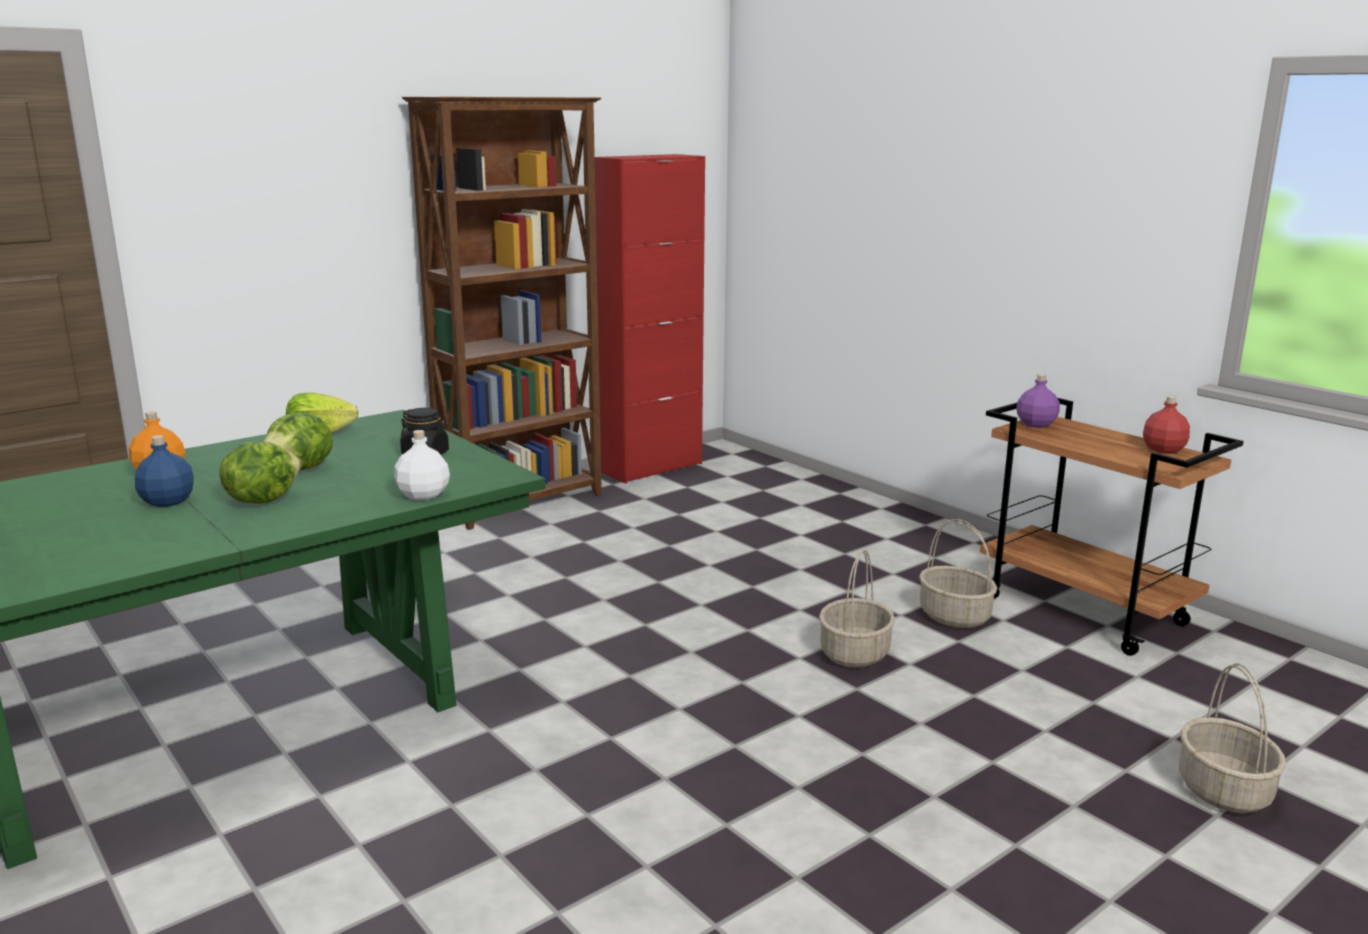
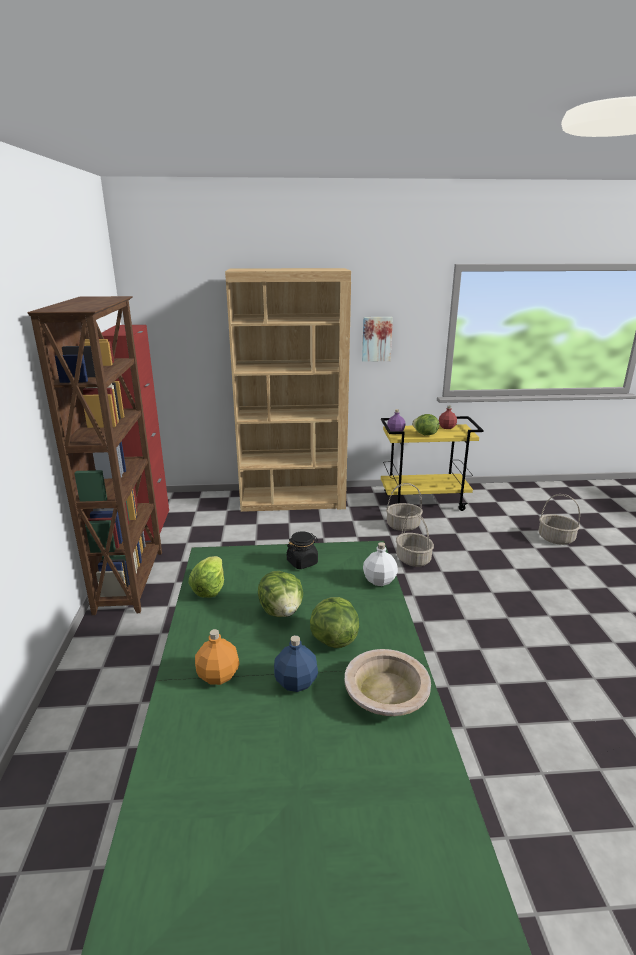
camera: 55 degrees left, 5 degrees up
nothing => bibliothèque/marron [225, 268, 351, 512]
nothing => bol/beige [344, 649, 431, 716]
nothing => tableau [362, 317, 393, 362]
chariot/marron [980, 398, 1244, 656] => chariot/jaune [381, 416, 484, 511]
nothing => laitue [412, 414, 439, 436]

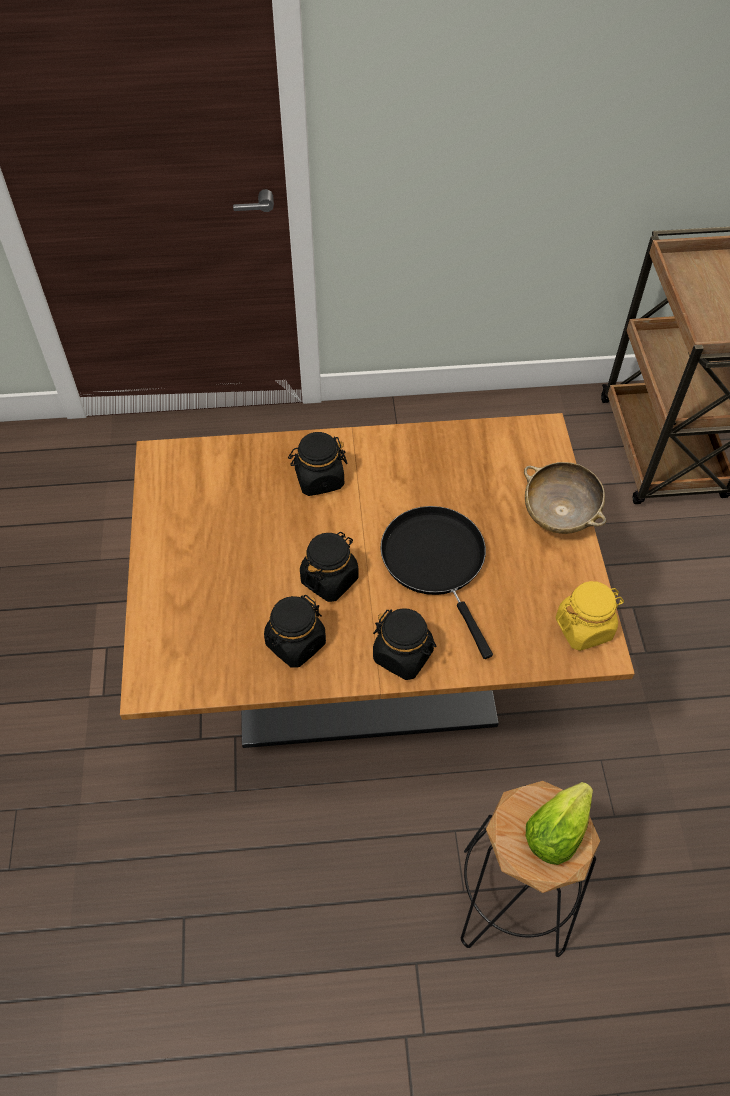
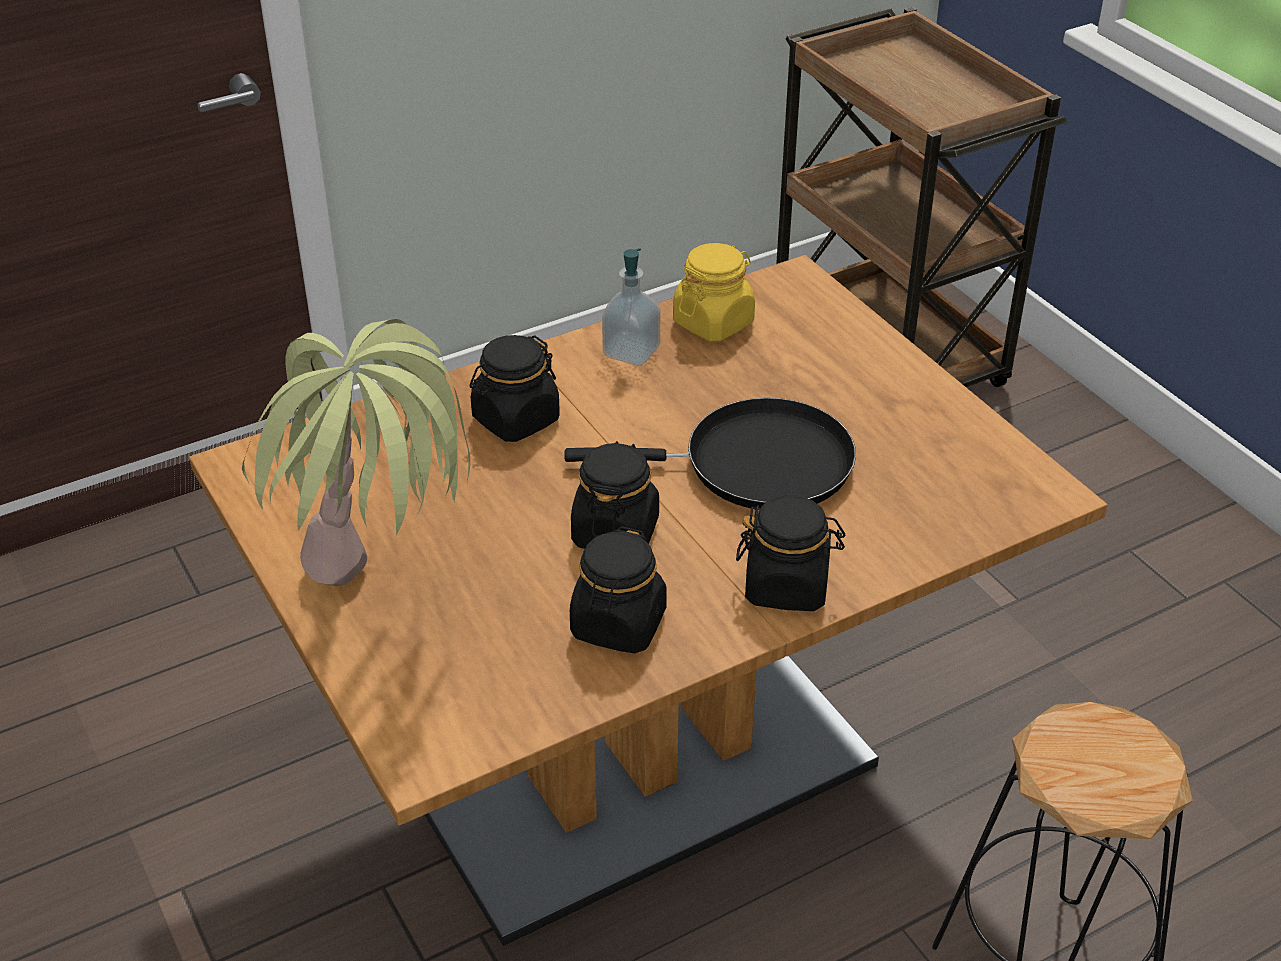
camera: 25 degrees left, 15 degrees down
nothing => plante en pot [242, 319, 470, 586]
poêle/noir [380, 506, 493, 659] => poêle/noir [564, 398, 856, 508], 135 degrees clockwise
nothing => distributeur de savon [602, 248, 660, 365]
bocal/jaune [555, 581, 624, 651] => bocal/jaune [673, 243, 755, 341], moved
bol/beige [524, 462, 607, 534] => nothing
laitue [526, 782, 593, 865] => nothing

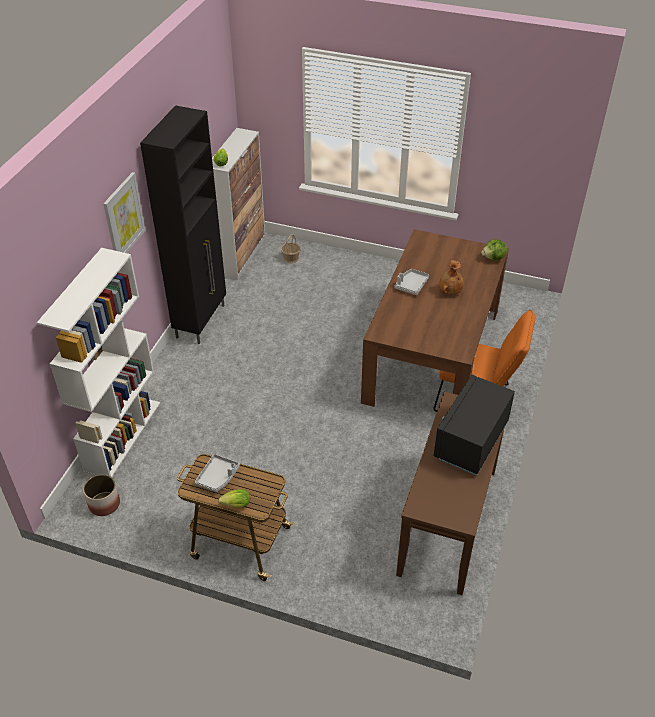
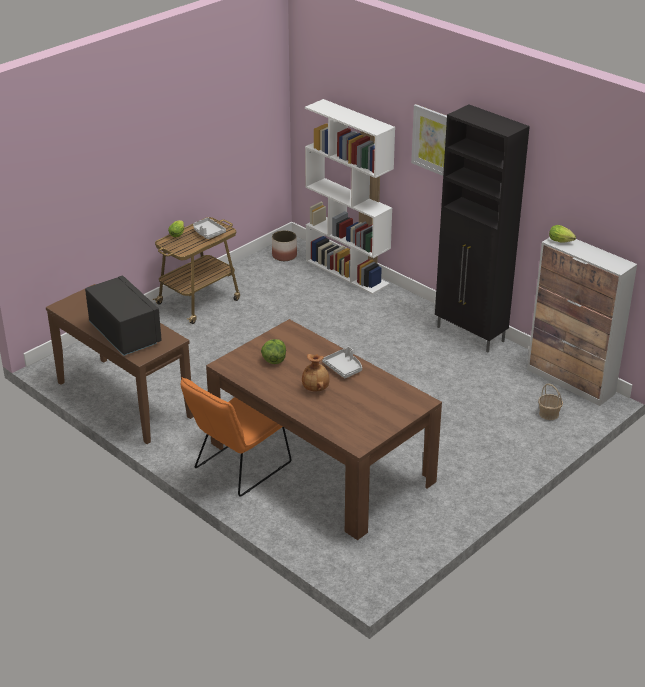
camera: 115 degrees right, 10 degrees down
laitue [481, 239, 507, 261] => laitue [261, 339, 286, 364], moved

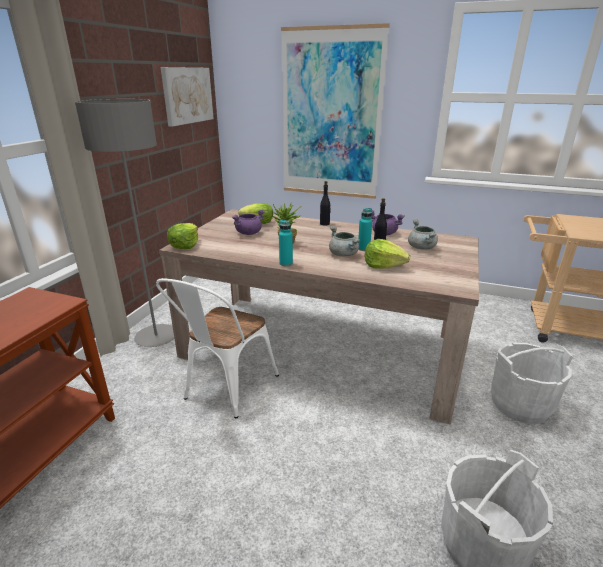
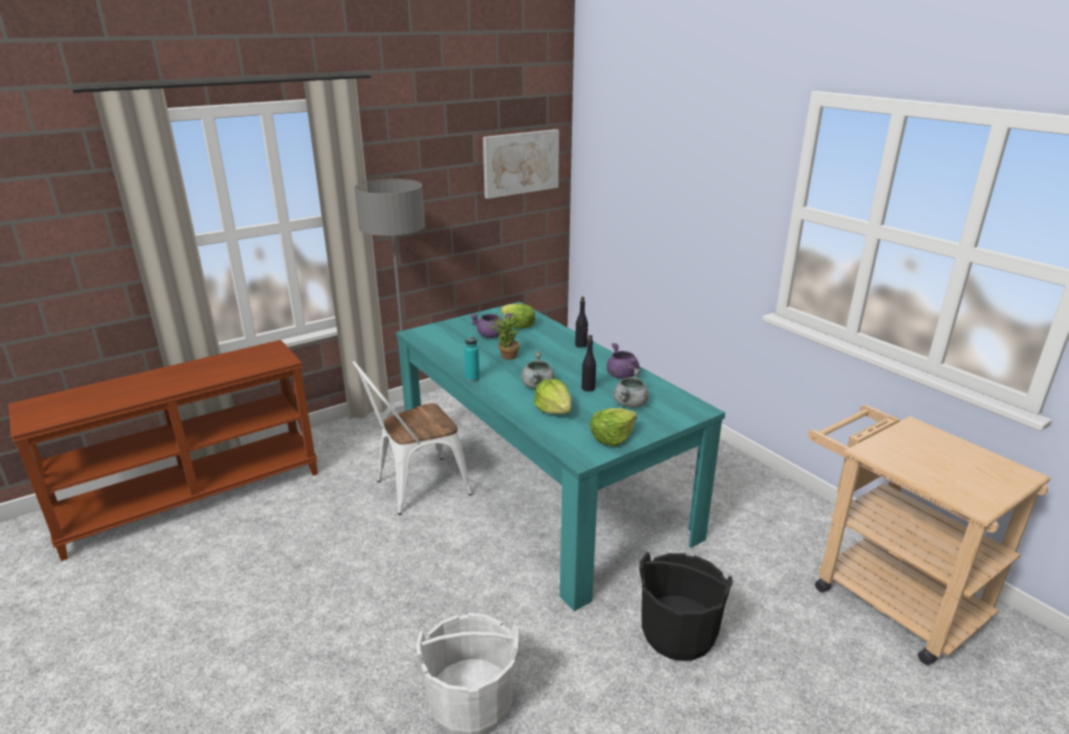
camera: 35 degrees right, 0 degrees up
table à manger/beige [159, 209, 479, 424] => table à manger/turquoise [396, 302, 725, 611]
laitue [167, 223, 198, 249] => laitue [590, 408, 637, 447], moved
seau/blanc [491, 343, 573, 424] => seau/noir [639, 553, 733, 661]
tableau [281, 23, 390, 199] => nothing
bouteille/turquoise [358, 208, 372, 251] => nothing

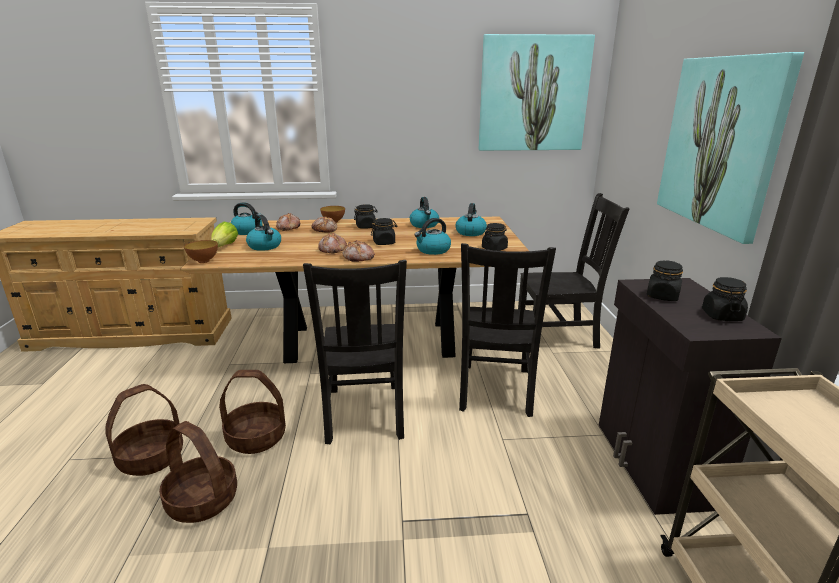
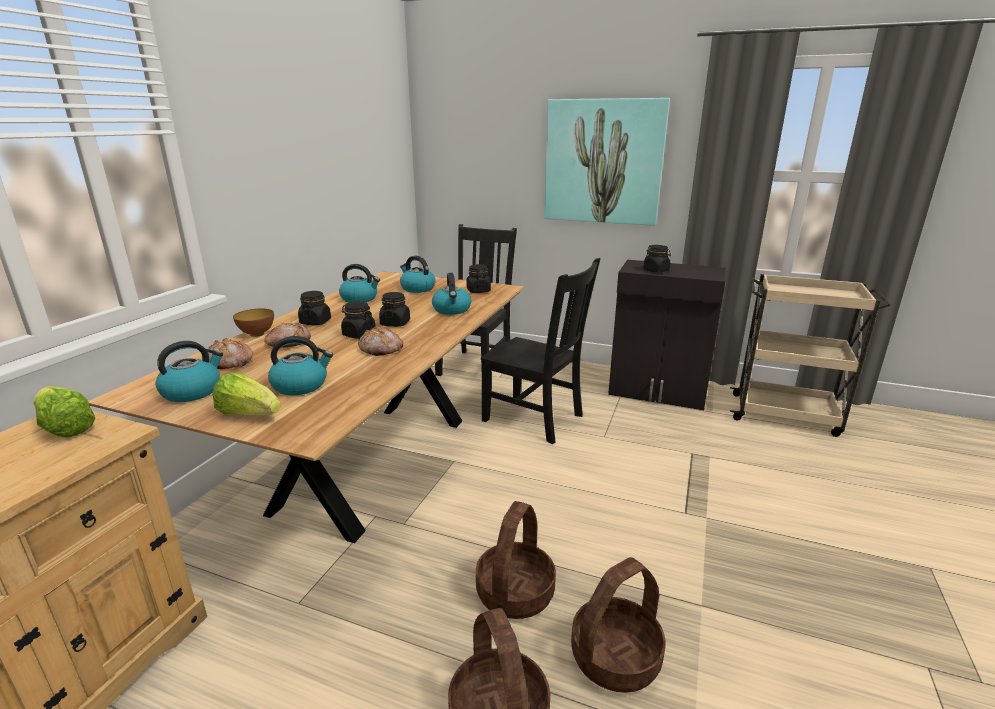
camera: 65 degrees left, 0 degrees up
nothing => laitue [33, 386, 95, 438]
bocal/noir [702, 277, 748, 321] => bocal/noir [341, 301, 376, 339], moved
bol [184, 240, 218, 263] => nothing
chaise/noir [303, 260, 407, 444] => nothing
pain [342, 240, 375, 262] => nothing
tableau [479, 34, 595, 151] => nothing

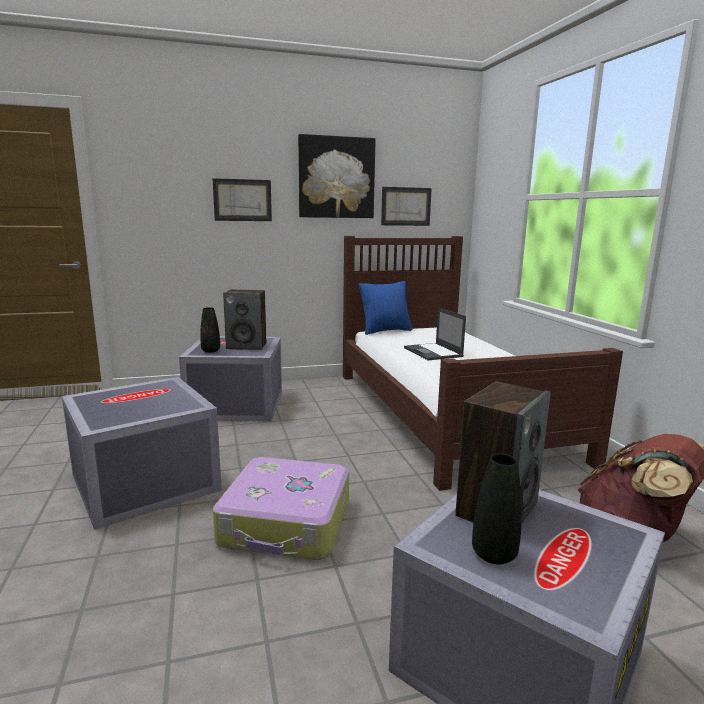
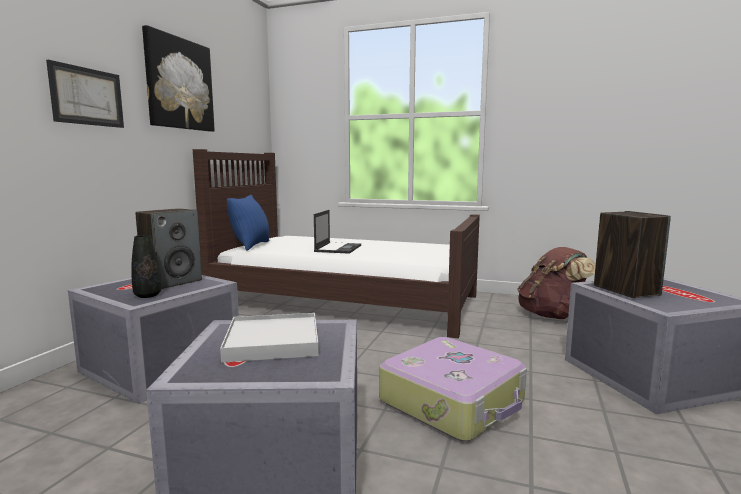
camera: 55 degrees left, 5 degrees down
nothing => plateau/blanc [220, 313, 319, 362]
ordinateur portable [404, 307, 466, 361] => ordinateur portable [314, 210, 361, 254], 90 degrees counterclockwise
tableau [381, 187, 432, 226] => nothing
vase/noir [472, 454, 522, 565] => nothing

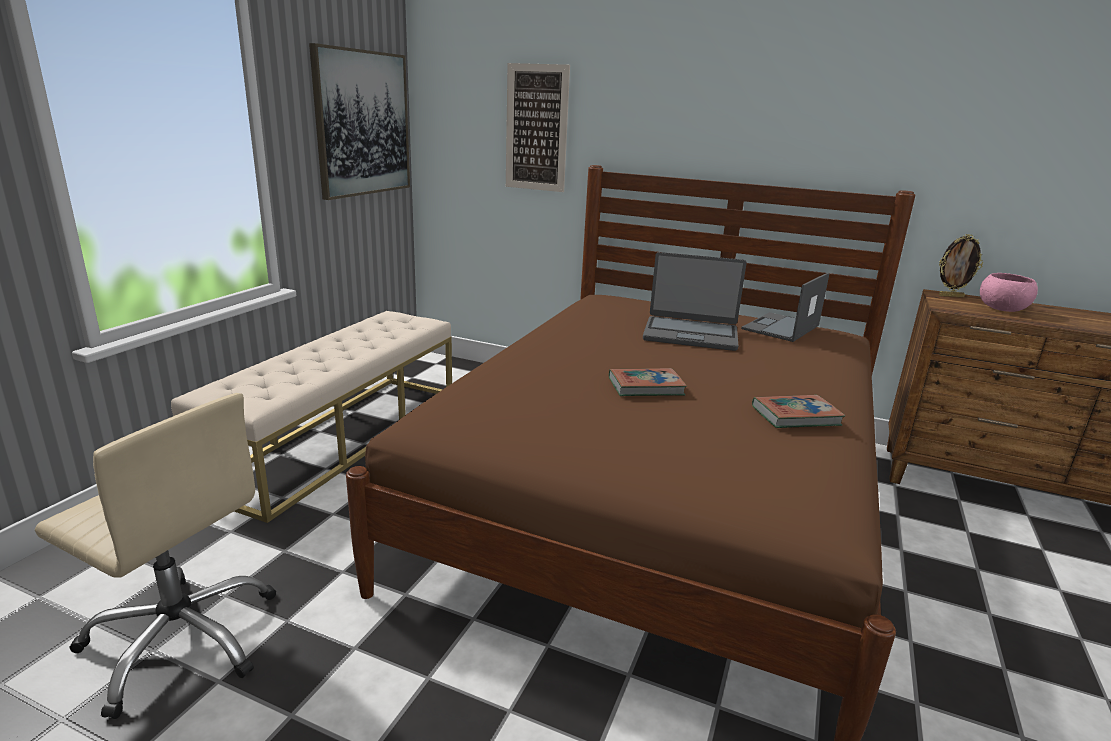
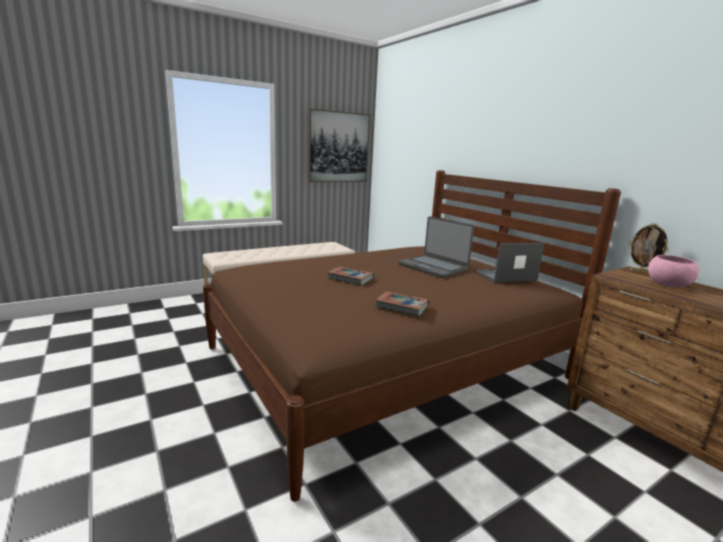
camera: 35 degrees right, 5 degrees down
chaise de bureau/beige [35, 393, 276, 719] => nothing
tableau [506, 63, 570, 192] => nothing

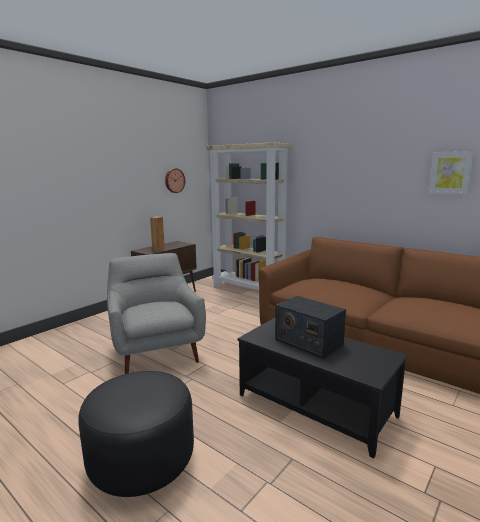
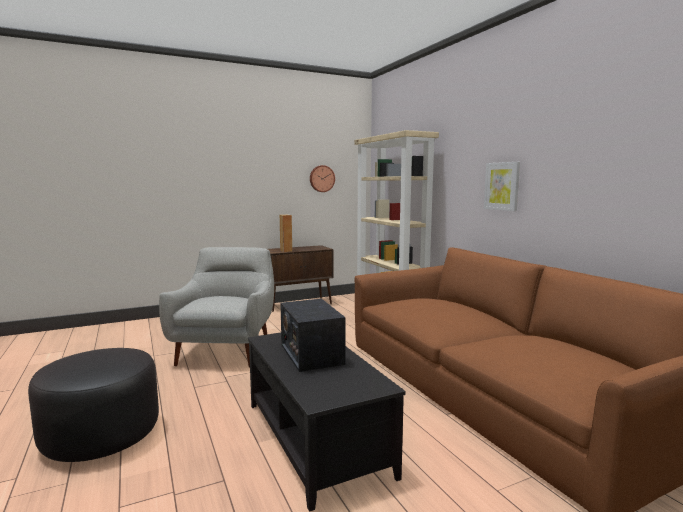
camera: 25 degrees right, 5 degrees down
tableau [428, 151, 474, 195] => tableau [484, 162, 520, 211], moved

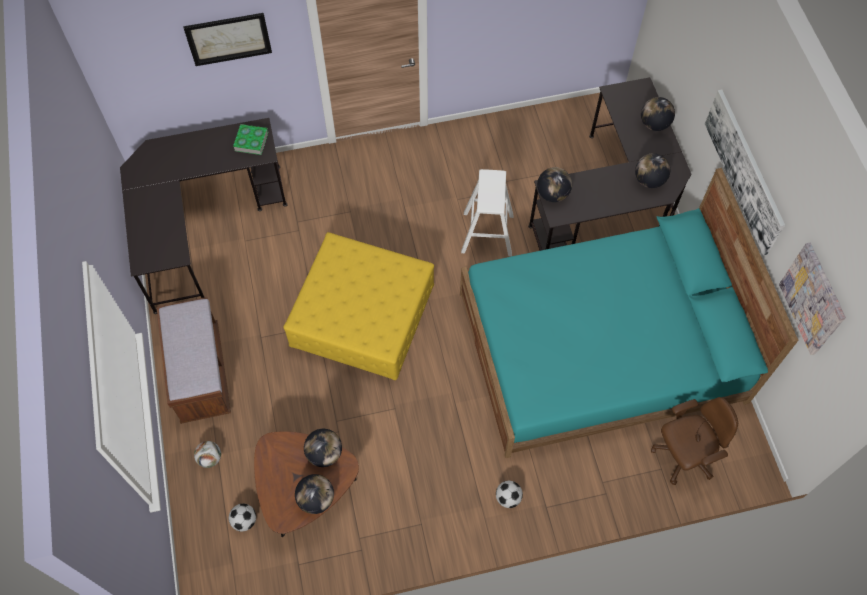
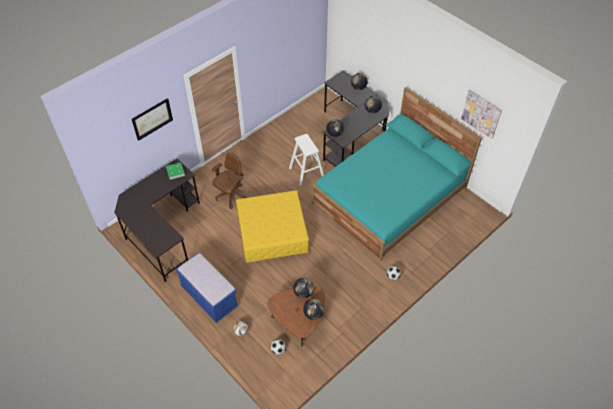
camera: 30 degrees left, 10 degrees down
banc/marron [157, 297, 231, 424] => banc/bleu [176, 252, 239, 323]
chaise de bureau/marron [651, 397, 738, 485] => chaise de bureau/marron [212, 153, 247, 209], moved
tableau [705, 90, 785, 255] => nothing

